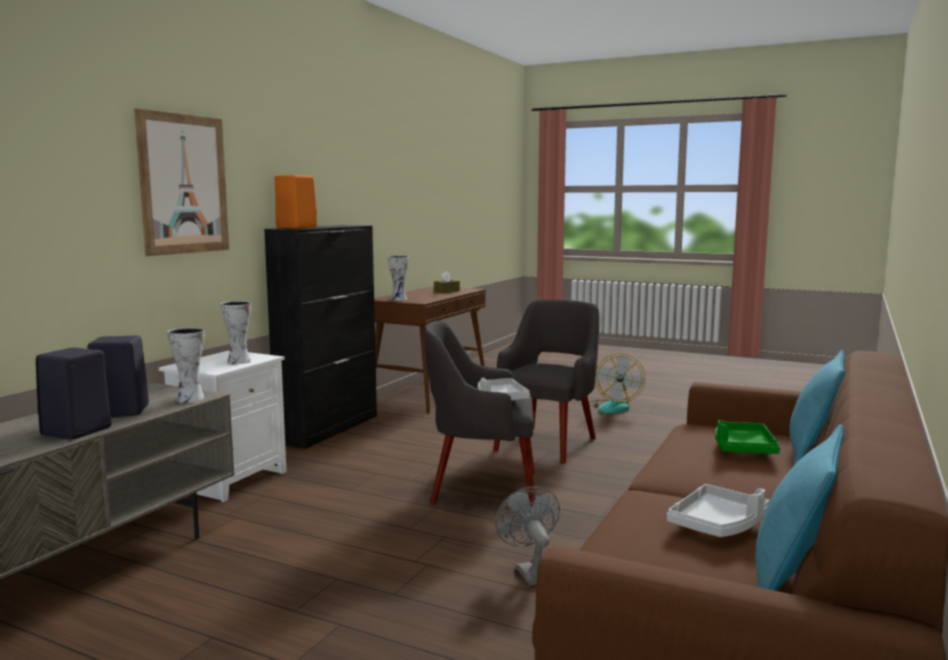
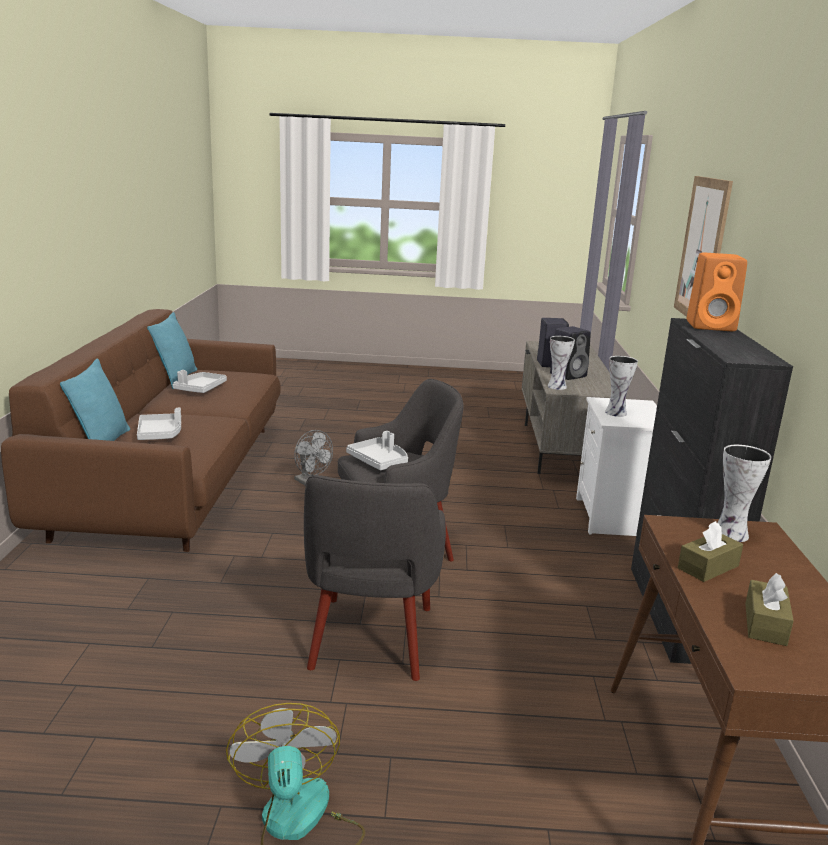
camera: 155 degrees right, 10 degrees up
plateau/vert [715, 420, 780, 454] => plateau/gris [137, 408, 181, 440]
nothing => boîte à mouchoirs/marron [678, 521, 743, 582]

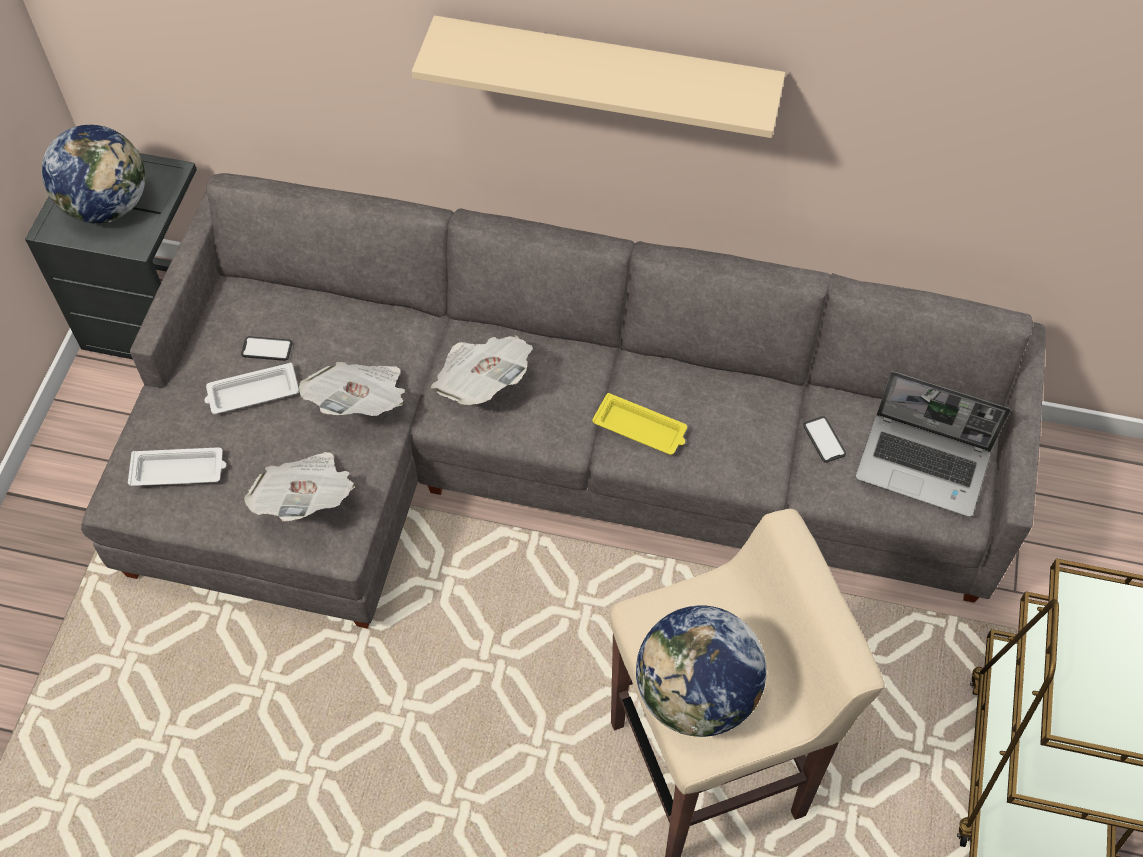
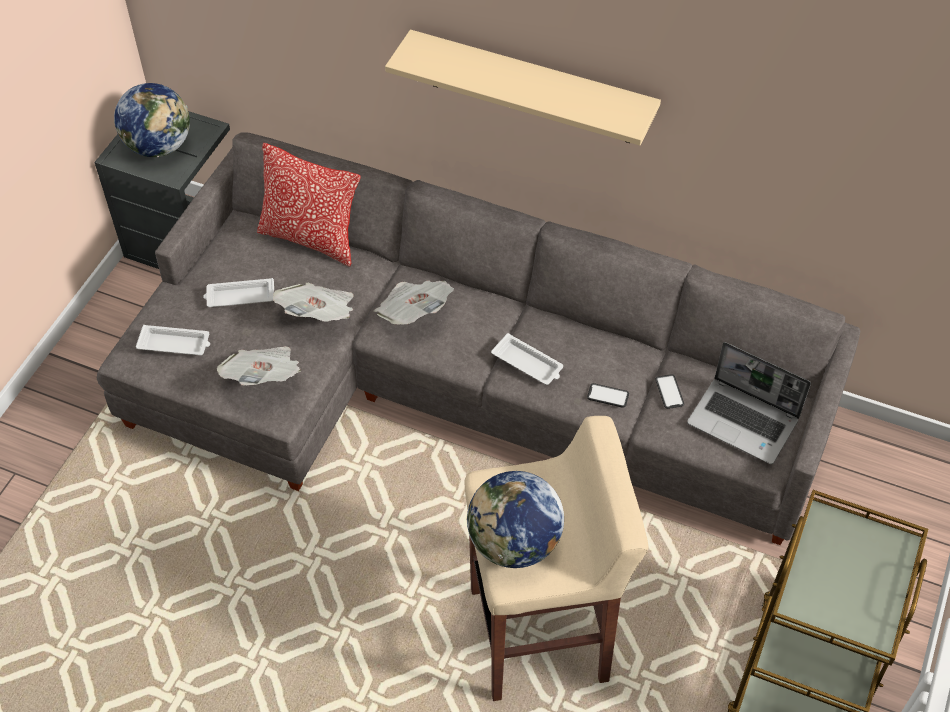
camera: 10 degrees right, 5 degrees down
nothing => coussin [257, 143, 360, 267]
plateau/jaune [592, 393, 687, 455] => plateau/blanc [491, 333, 563, 385]
téléphone [241, 336, 293, 361] => téléphone [587, 383, 629, 408], moved

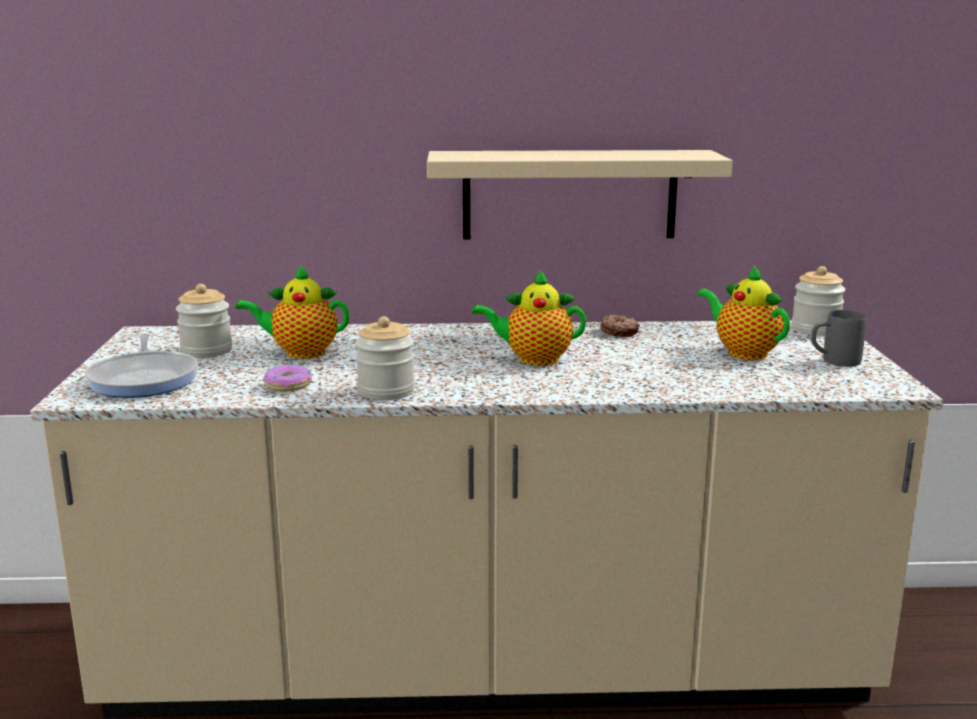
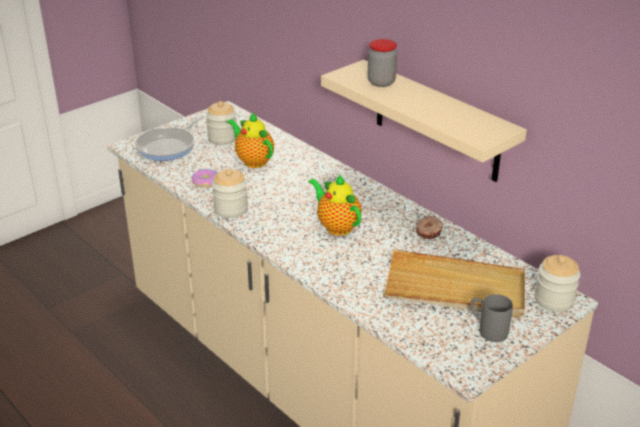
camera: 50 degrees right, 15 degrees up
nothing => bocal [368, 39, 397, 87]
théière [697, 265, 790, 360] => plateau/beige [383, 249, 525, 318]

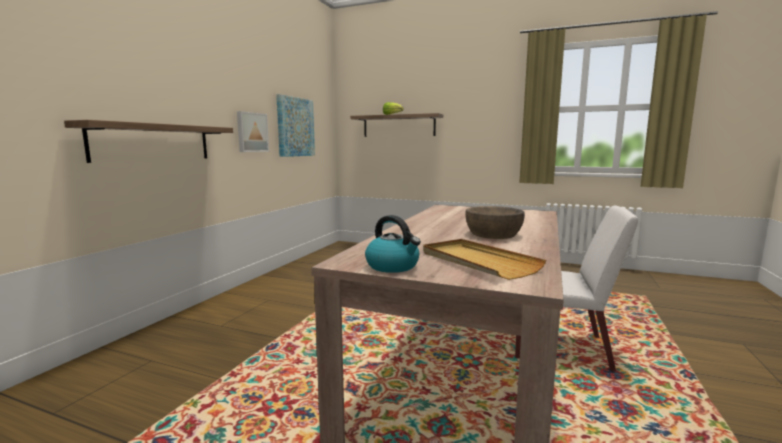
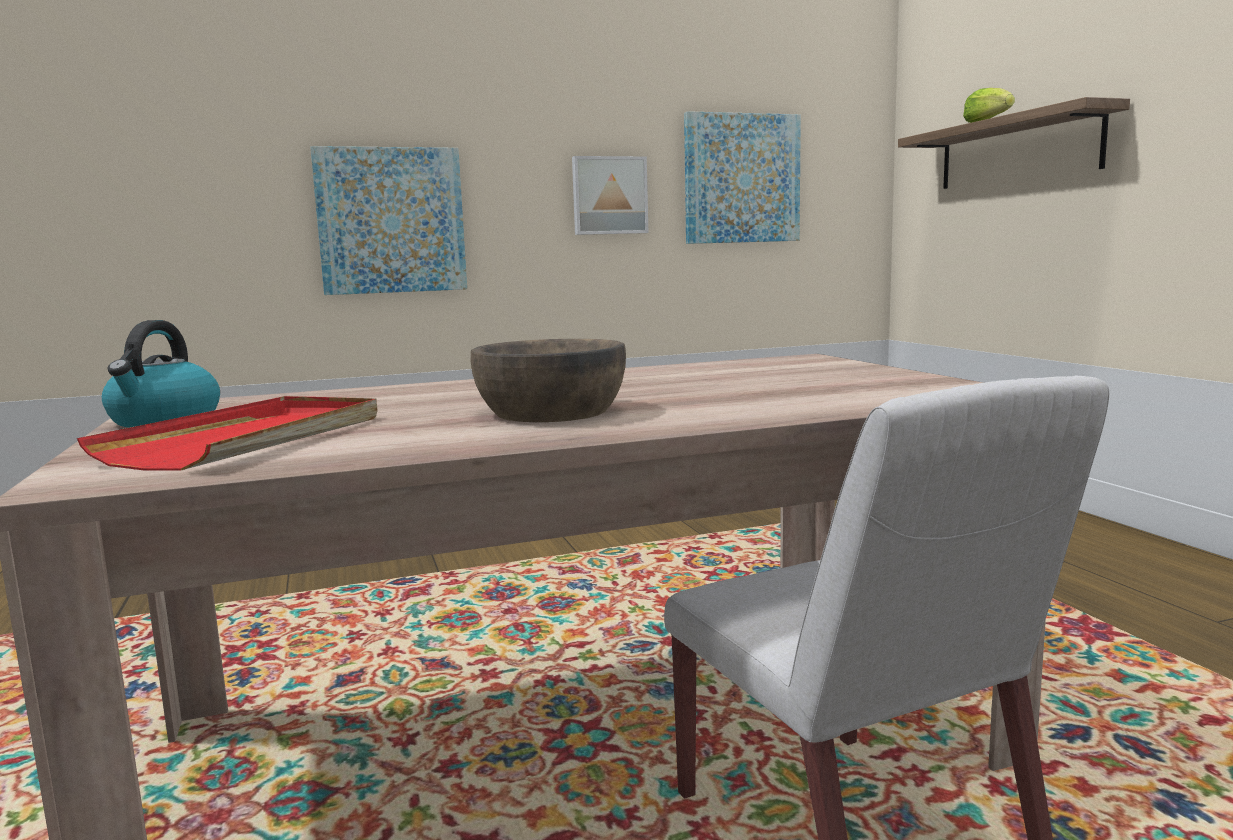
camera: 50 degrees right, 0 degrees up
plateau/beige [423, 239, 546, 280] => plateau/rouge [77, 396, 378, 471]
étagère [64, 120, 233, 163] => tableau [310, 146, 467, 295]

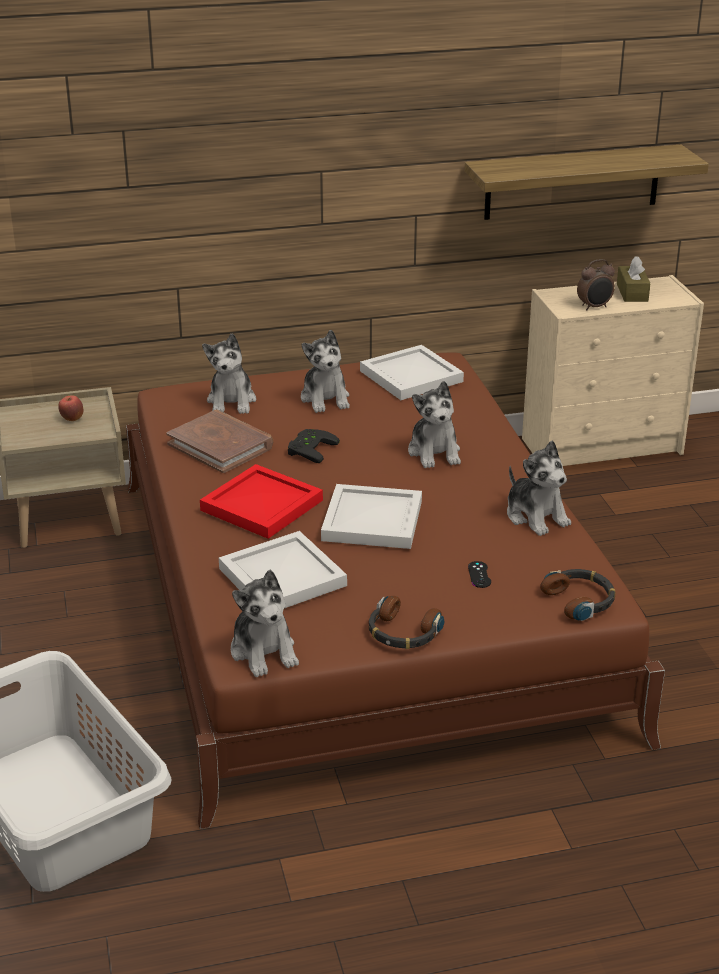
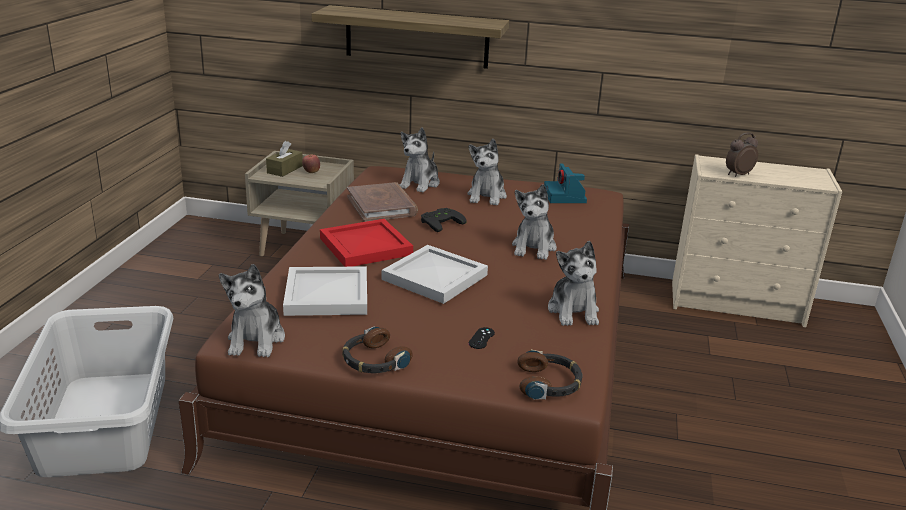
camera: 25 degrees right, 5 degrees down
boîte à mouchoirs/marron [617, 256, 651, 302] => boîte à mouchoirs/marron [266, 141, 303, 177], moved
étagère [465, 145, 709, 220] => étagère [312, 5, 509, 69], moved
plateau/blanc [360, 345, 464, 400] => appareil photo [544, 163, 587, 203]
réveil [577, 259, 615, 310] => réveil [726, 133, 758, 177], 150 degrees clockwise

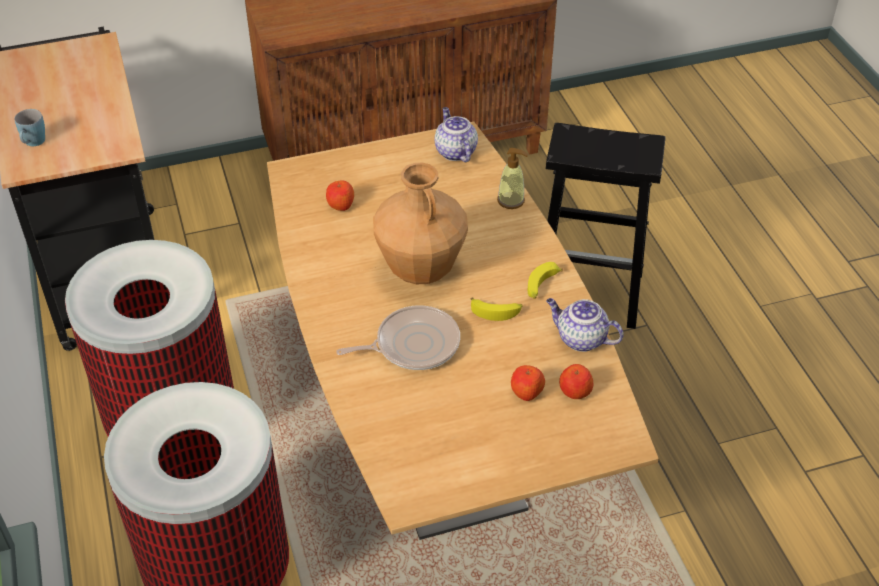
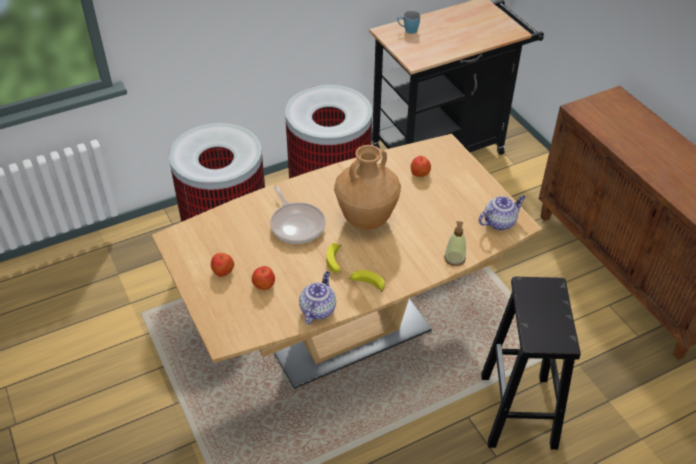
camera: 80 degrees right, 0 degrees up
pomme [559, 364, 593, 399] => pomme [211, 253, 234, 277], moved

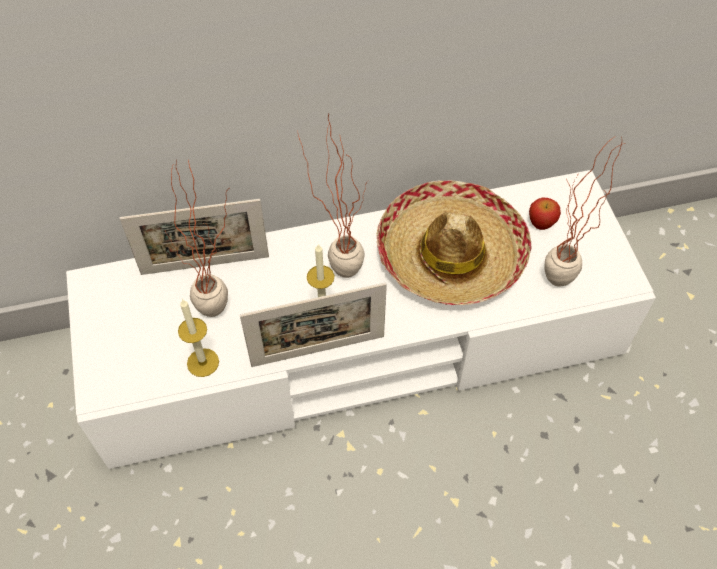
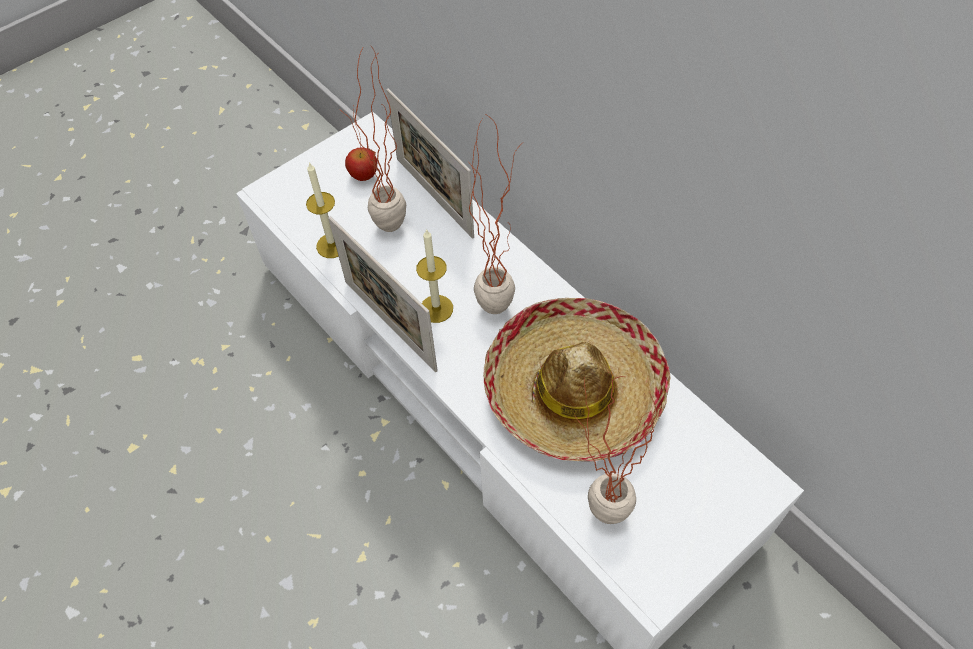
camera: 65 degrees right, 0 degrees up
pomme [529, 197, 561, 230] => pomme [345, 147, 378, 181], moved

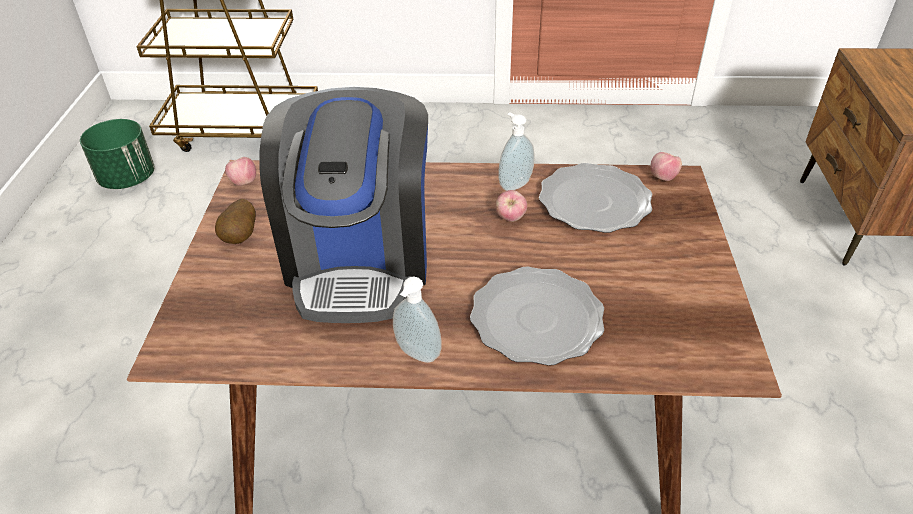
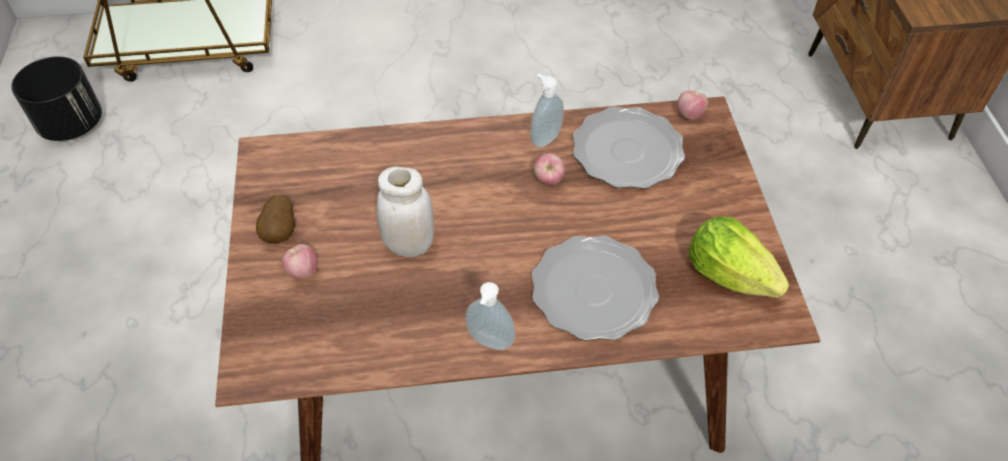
camera: 10 degrees left, 10 degrees up
cache-pot/vert [80, 119, 155, 189] => cache-pot/noir [11, 56, 102, 141]
pomme [225, 157, 256, 186] => pomme [282, 244, 318, 279], moved
machine à café [259, 87, 428, 323] => bocal/blanc [377, 166, 434, 257]
nothing => laitue [689, 216, 790, 298]

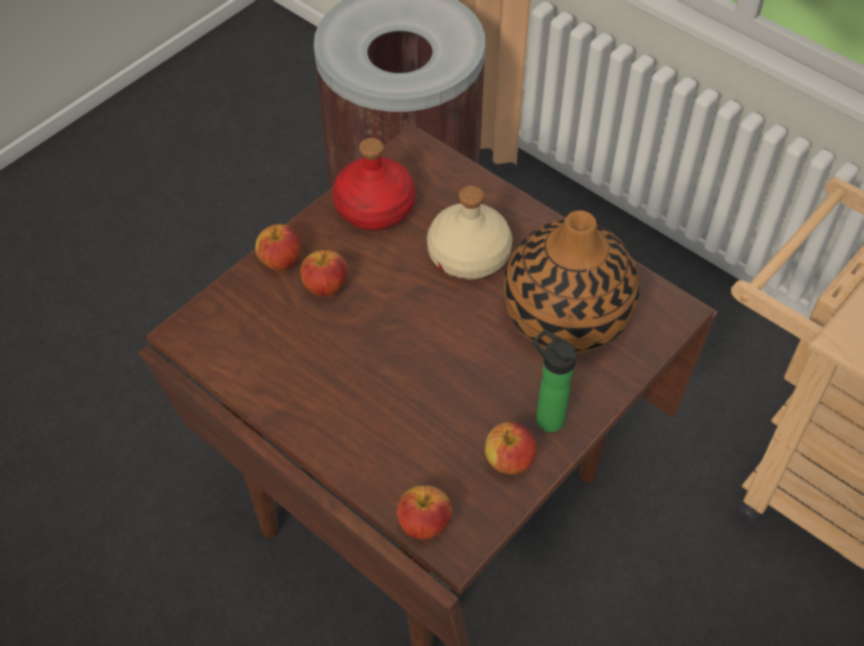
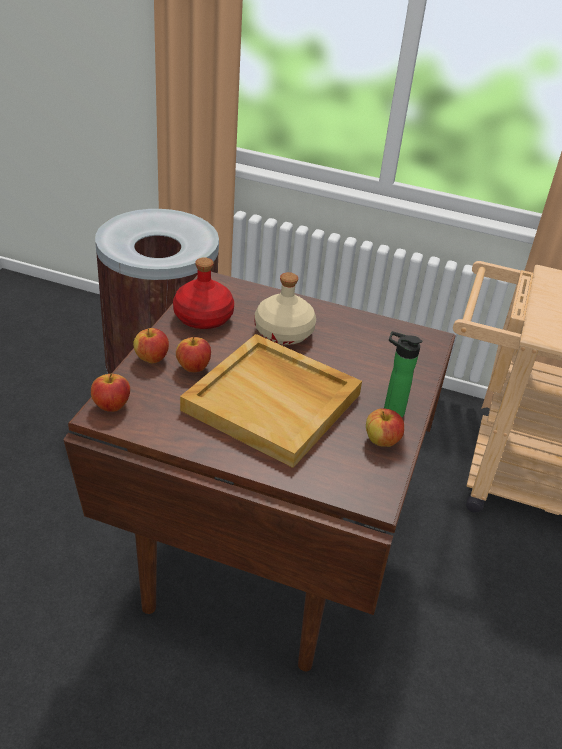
camera: 25 degrees left, 15 degrees down
pomme [397, 486, 452, 540] => pomme [91, 374, 130, 412], moved
nothing => plateau/beige [180, 334, 362, 468]
vase [503, 210, 639, 353] => nothing

